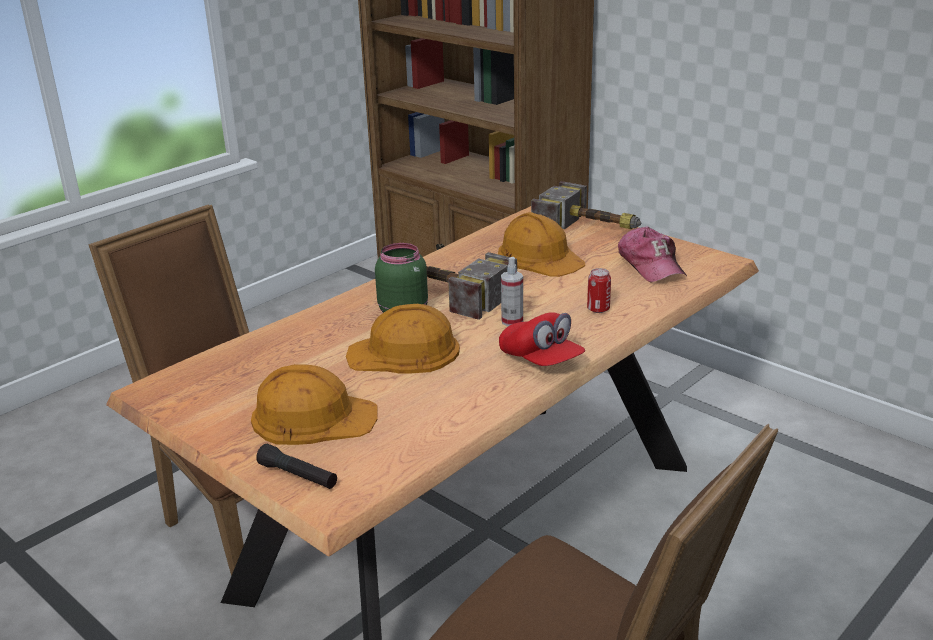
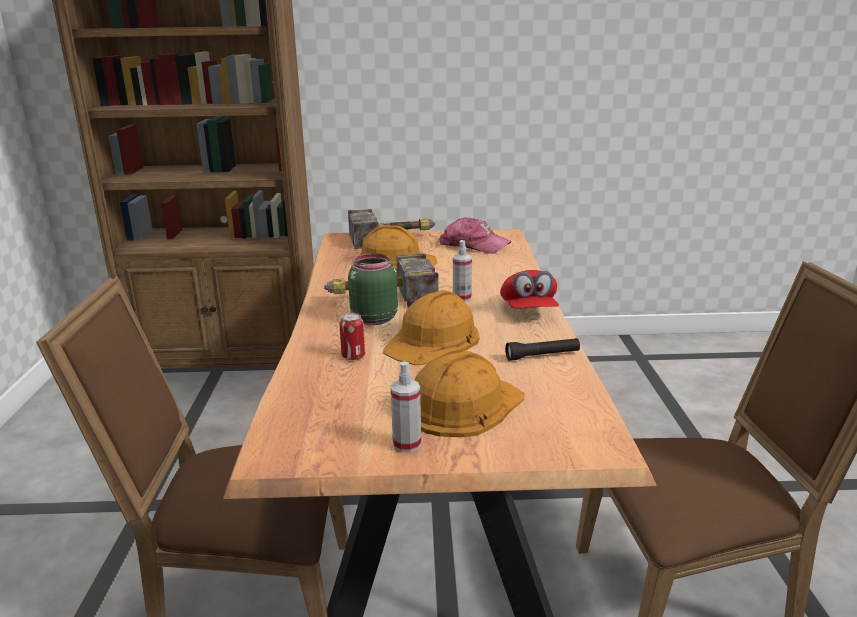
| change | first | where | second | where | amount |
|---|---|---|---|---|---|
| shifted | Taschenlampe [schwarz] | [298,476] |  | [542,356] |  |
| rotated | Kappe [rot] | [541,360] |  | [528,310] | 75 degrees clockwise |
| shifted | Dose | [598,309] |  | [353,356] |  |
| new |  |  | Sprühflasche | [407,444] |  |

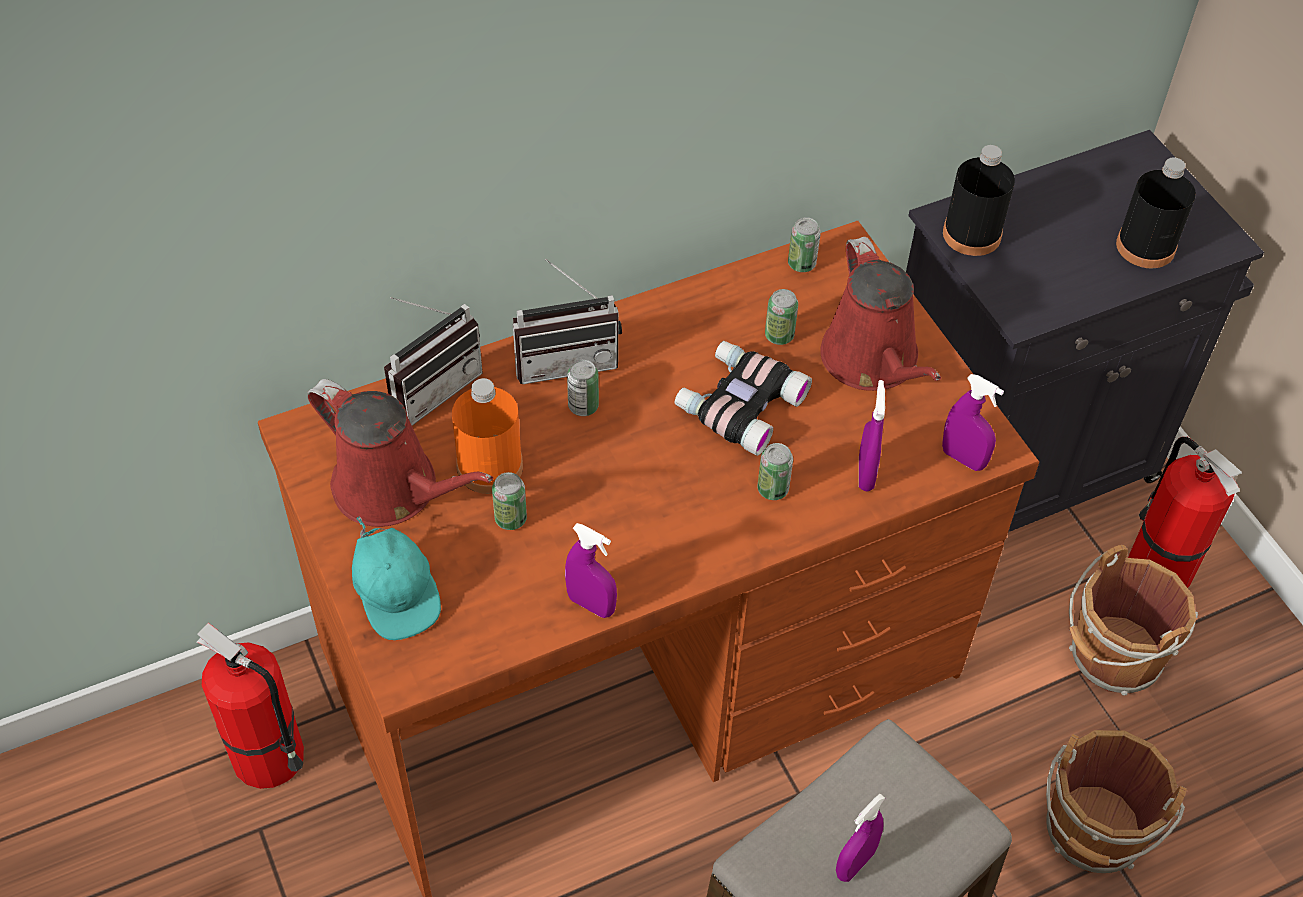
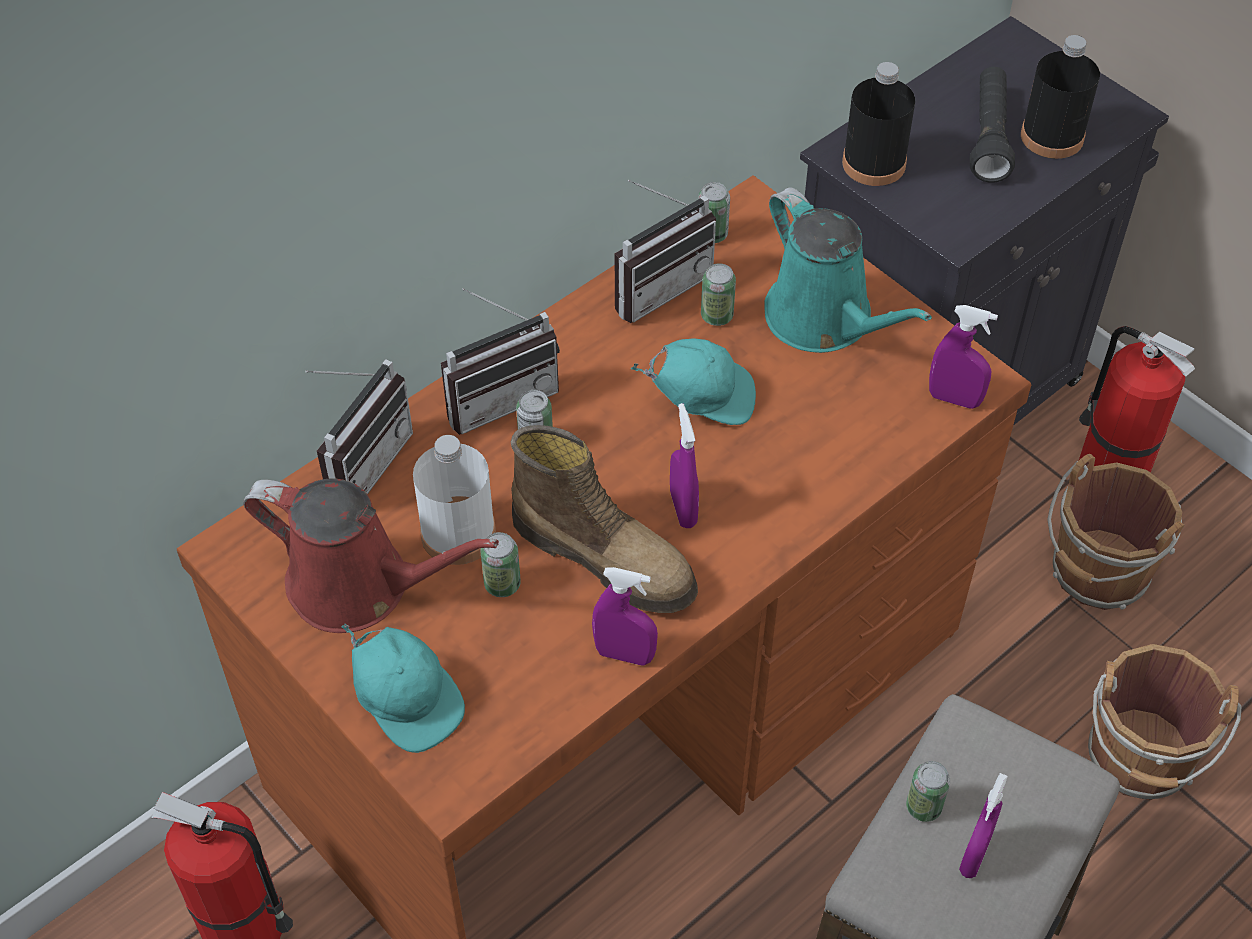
| change | first | where | second | where | amount |
|---|---|---|---|---|---|
| repainted | Flasche [orange] | [490,467] | Flasche [weiß] | [458,533] |  |
| swapped | Fernglas | [739,403] | Kappe [türkis] | [701,398] |  |
| shifted | Dose | [772,489] |  | [923,807] |  |
| repainted | Gießkanne [rot] | [873,362] | Gießkanne [türkis] | [825,320] |  |
| shifted | Sprühflasche [lila] | [865,474] |  | [683,509] |  |
| new |  |  | Stiefel | [606,556] |  |
| new |  |  | Radio | [656,285] |  |
| new |  |  | Taschenlampe [schwarz] | [989,137] |  |

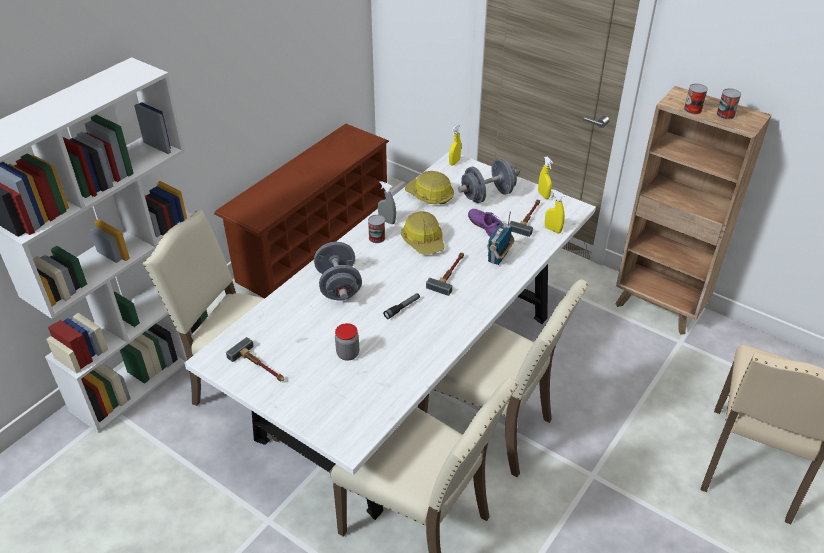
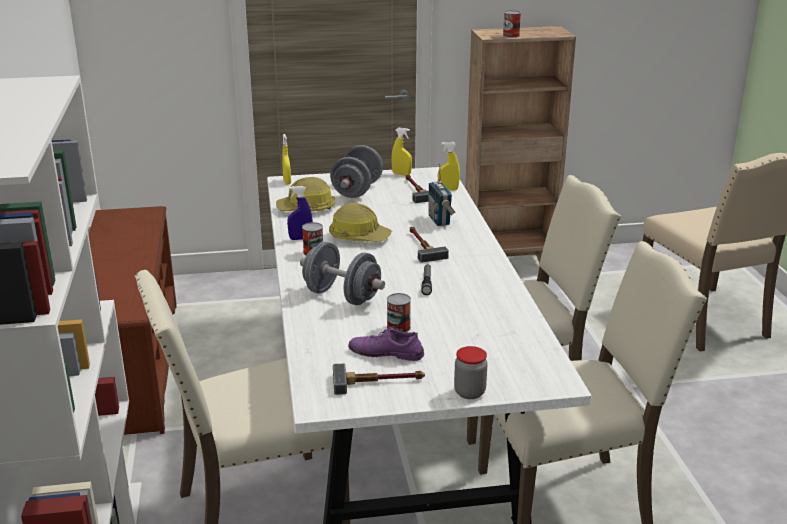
| change | first | where | second | where | amount |
|---|---|---|---|---|---|
| shifted | Vorratsglas | [348,354] |  | [469,392] |  |
| repainted | Sprühflasche [grau] | [387,221] | Sprühflasche [blau] | [300,238] |  |
| shifted | Schuh [lila] | [485,226] |  | [386,352] |  |
| shifted | Dose | [725,115] |  | [398,327] |  |

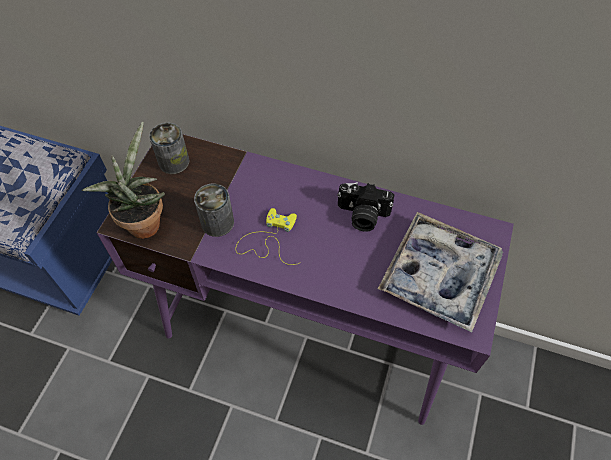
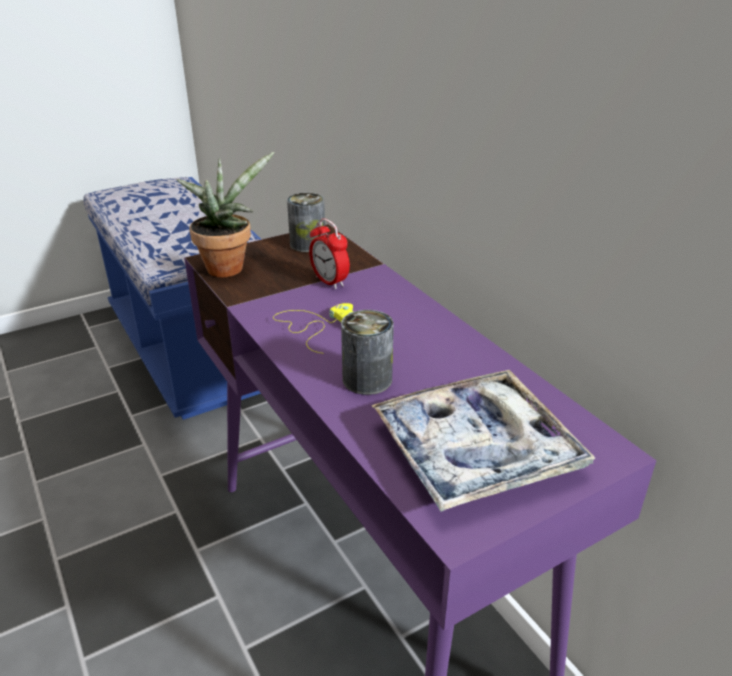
| change | first | where | second | where | amount |
|---|---|---|---|---|---|
| shifted | Dose | [217,222] |  | [367,379] |  |
| gone | Kamera | [362,216] |  |  |  |
| new |  |  | Wecker | [329,281] |  |

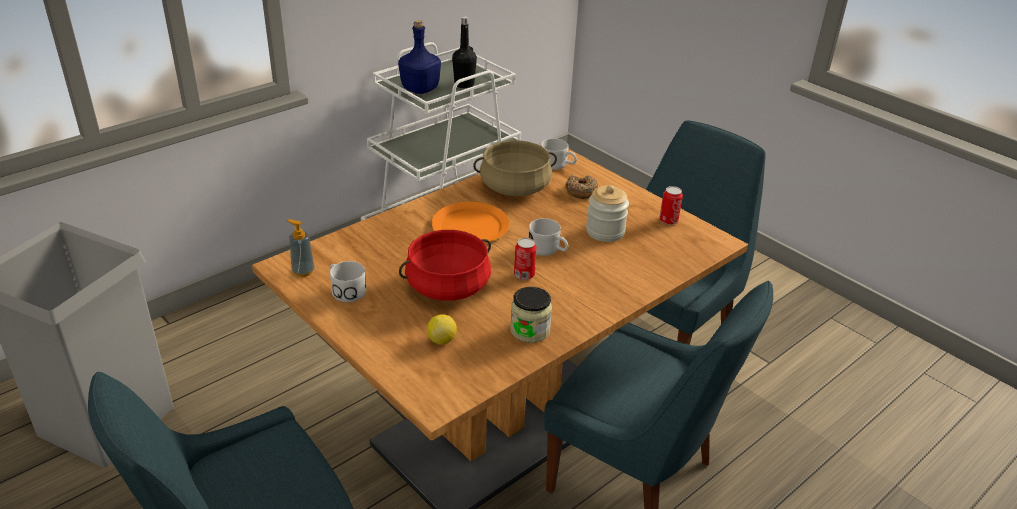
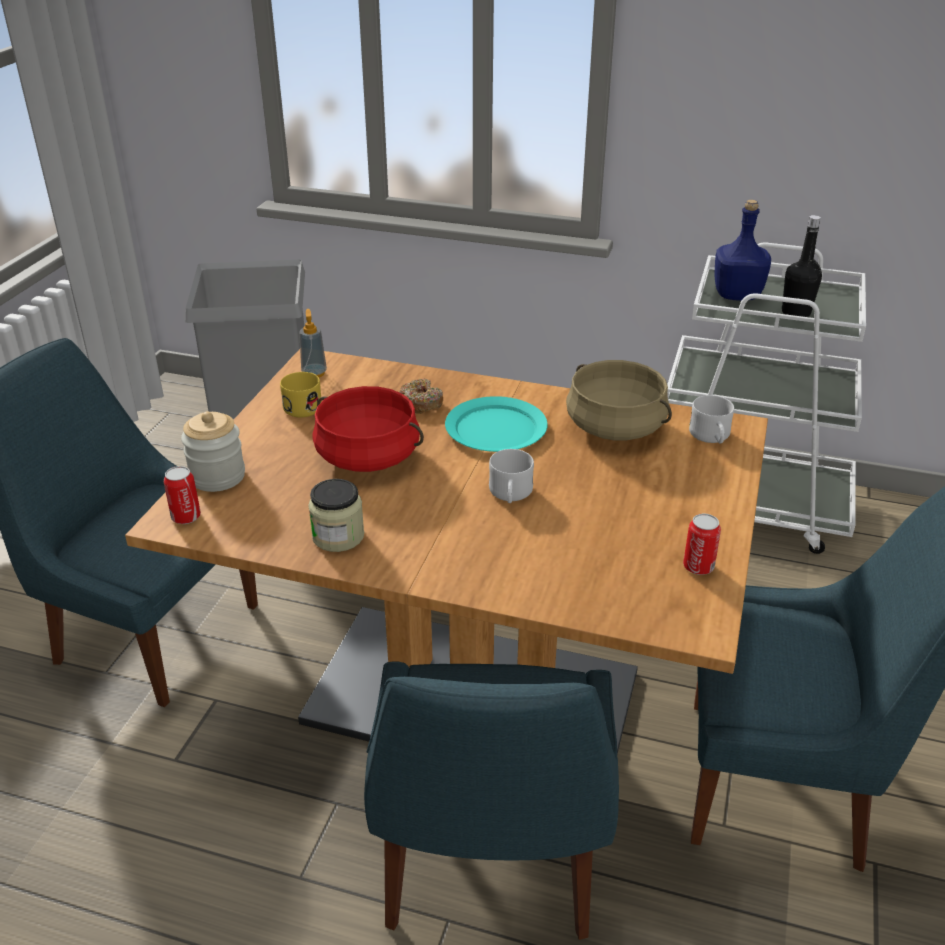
| change | first | where | second | where | amount |
|---|---|---|---|---|---|
| repainted | Henkelbecher [weiß] | [345,290] | Henkelbecher [gelb] | [305,405] |  |
| gone | Zitrone | [442,340] |  |  |  |
| repainted | Teller [orange] | [469,227] | Teller [türkis] | [495,428] |  |
| shifted | Dose | [524,275] |  | [186,517] |  |
| shifted | Donut | [581,191] |  | [420,403] |  |
| shifted | Vorratsglas | [605,232] |  | [217,476] |  |

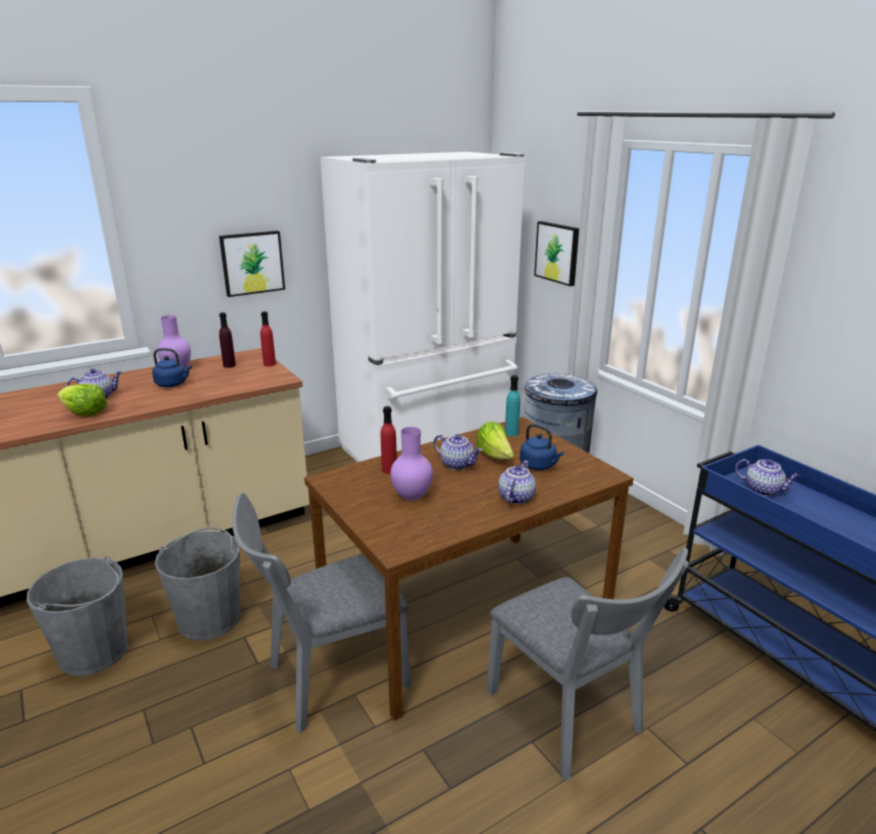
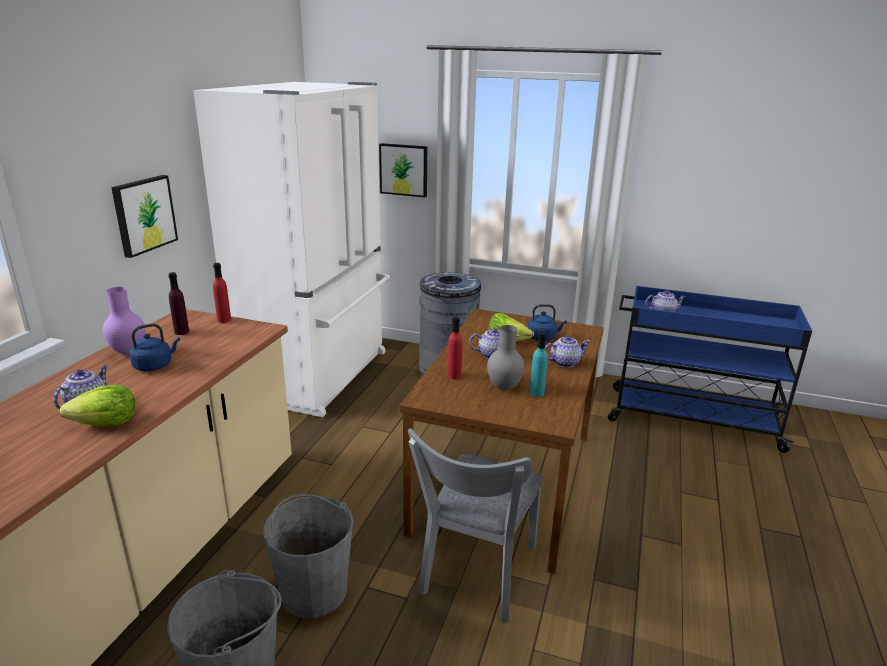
| change | first | where | second | where | amount |
|---|---|---|---|---|---|
| repainted | Vase [lila] | [412,496] | Vase [grau] | [504,387] |  |
| gone | Stuhl [grau] | [570,719] |  |  |  |
| rotated | Teekanne | [515,497] |  | [565,362] | 90 degrees clockwise |
| shifted | Flasche [türkis] | [511,433] |  | [536,393] |  |

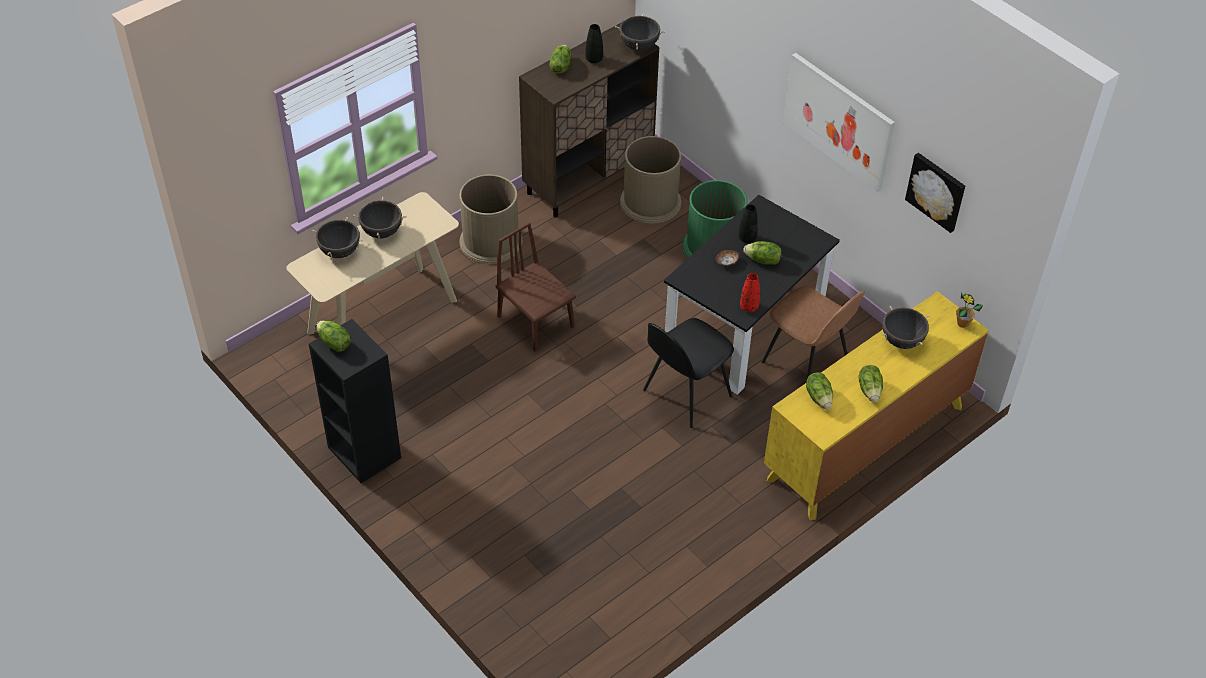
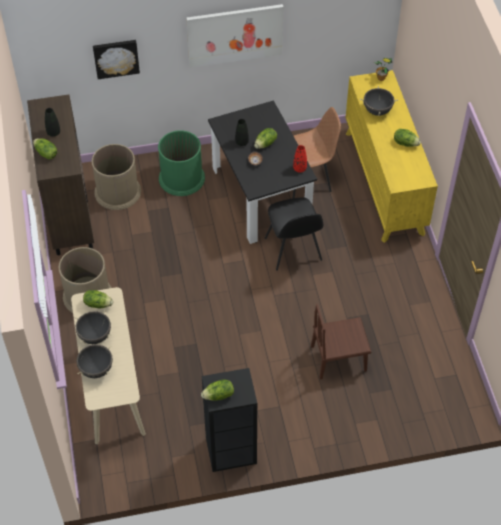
| change | first | where | second | where | amount |
|---|---|---|---|---|---|
| shifted | Stuhl [braun] | [535,322] |  | [338,358] |  |
| gone | Kochtopf [schwarz] | [639,46] |  |  |  |
| shifted | Salatkopf | [819,397] |  | [98,304] |  |
| shifted | Bild | [936,191] |  | [116,58] |  |

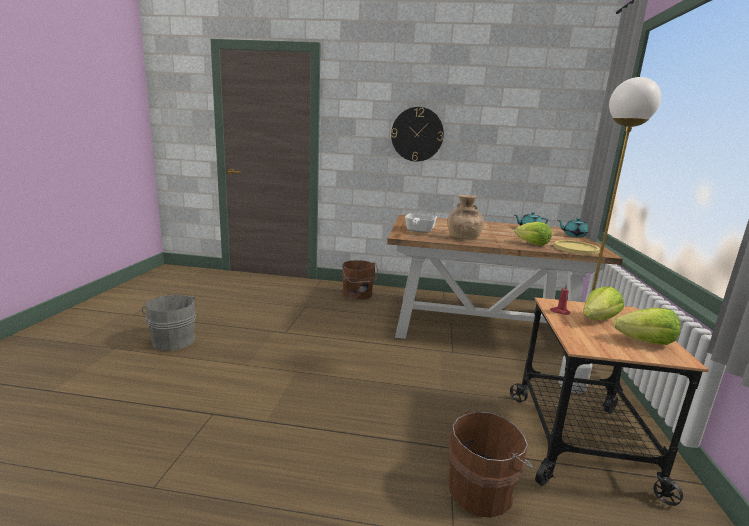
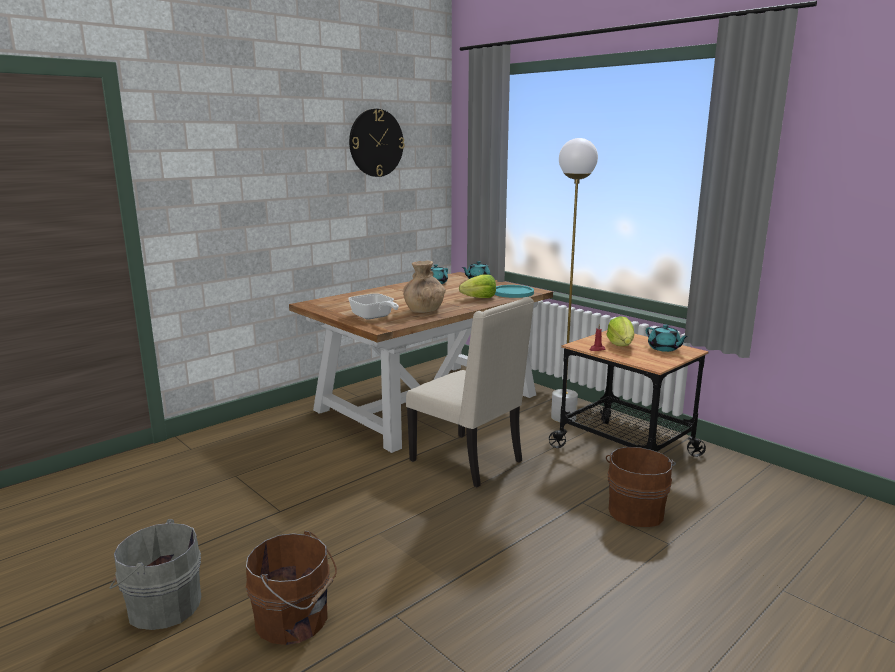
| change | first | where | second | where | amount |
|---|---|---|---|---|---|
| shifted | Eimer [braun] | [357,294] |  | [295,620] |  |
| shifted | Wanduhr | [417,134] |  | [376,143] |  |
| repainted | Teller [gelb] | [576,249] | Teller [türkis] | [513,292] |  |
| swapped | Salatkopf | [645,342] | Teekanne [türkis] | [664,348] |  |
| new |  |  | Stuhl [beige] | [469,461] |  |

